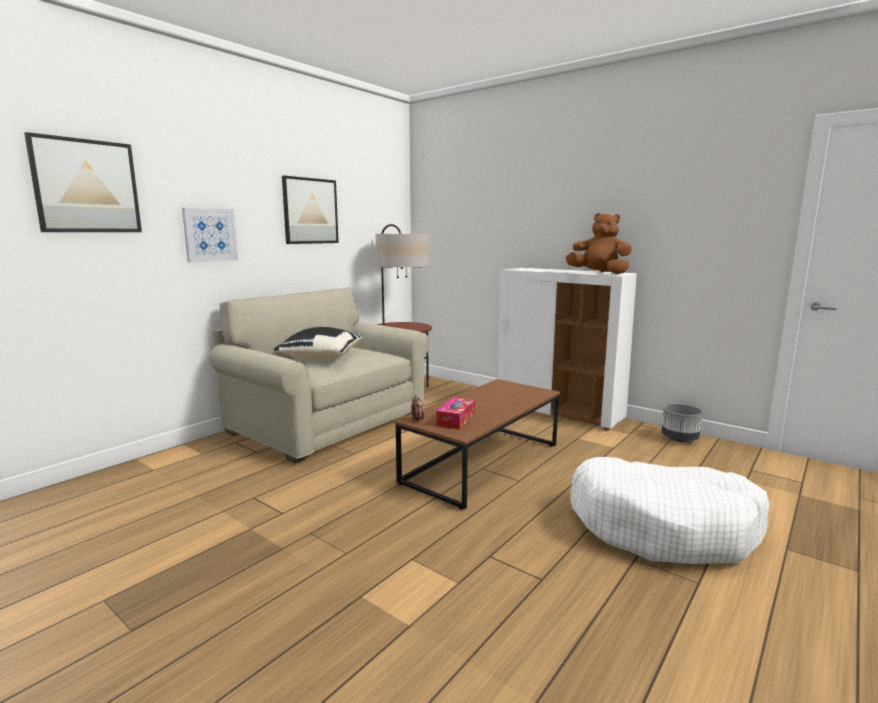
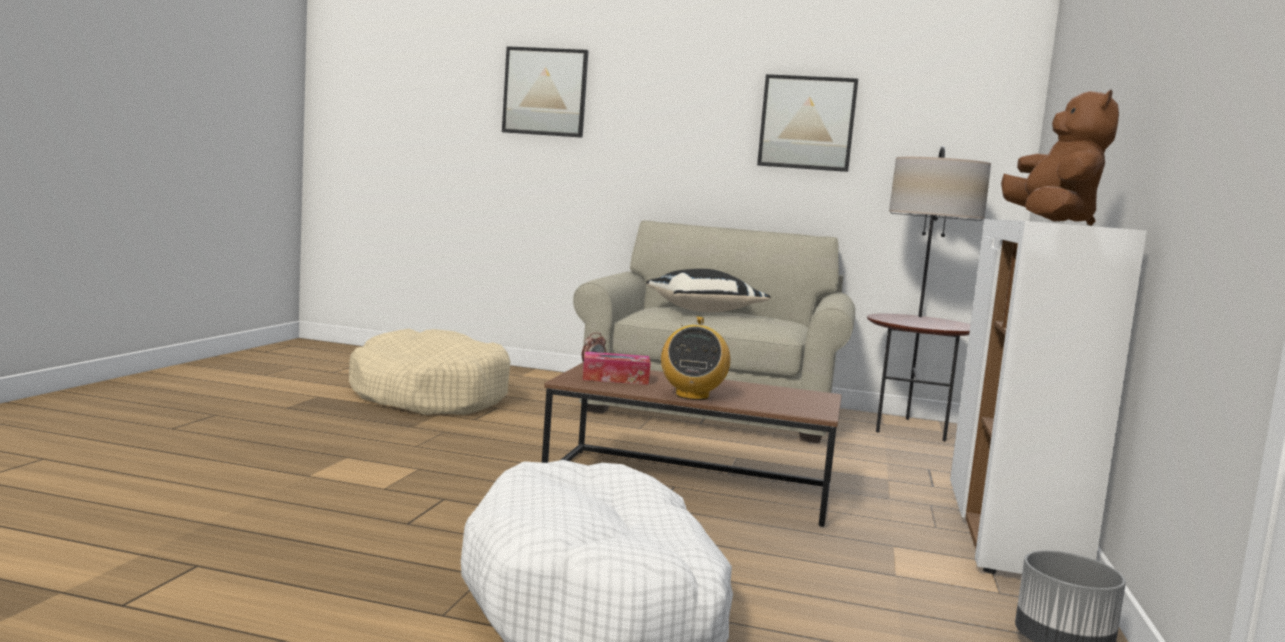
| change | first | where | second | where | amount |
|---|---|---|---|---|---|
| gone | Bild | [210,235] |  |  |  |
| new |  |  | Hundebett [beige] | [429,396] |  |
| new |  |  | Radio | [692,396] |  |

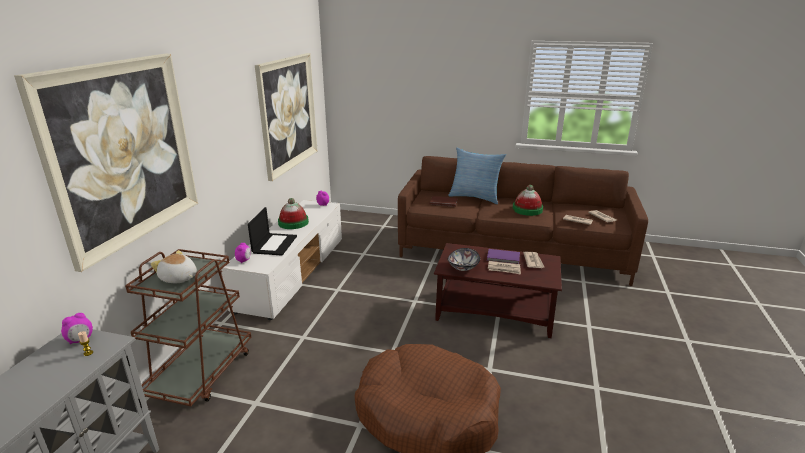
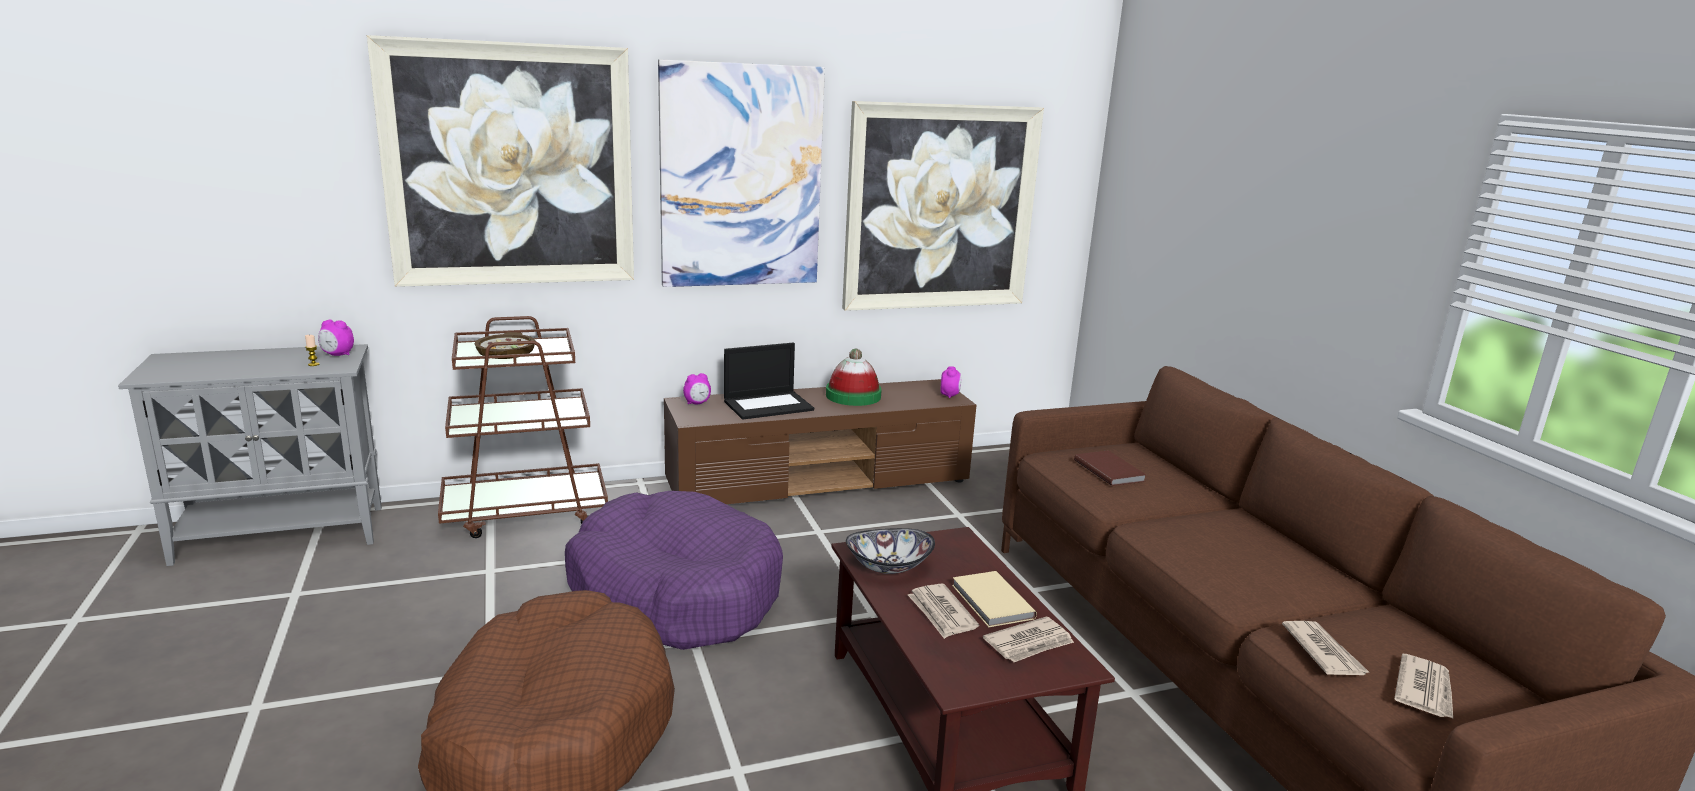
| change | first | where | second | where | amount |
|---|---|---|---|---|---|
| swapped | Plüschtier | [178,278] | Schüssel | [505,352] |  |
| repainted | Fernsehschrank [weiß] | [292,273] | Fernsehschrank [braun] | [820,481] |  |
| gone | Kissen | [475,197] |  |  |  |
| repainted | Buch [lila] | [503,258] | Buch [beige] | [991,602] |  |
| gone | Hut | [527,209] |  |  |  |
| new |  |  | Hundebett [lila] | [675,593] |  |
| new |  |  | Bild | [741,177] |  |

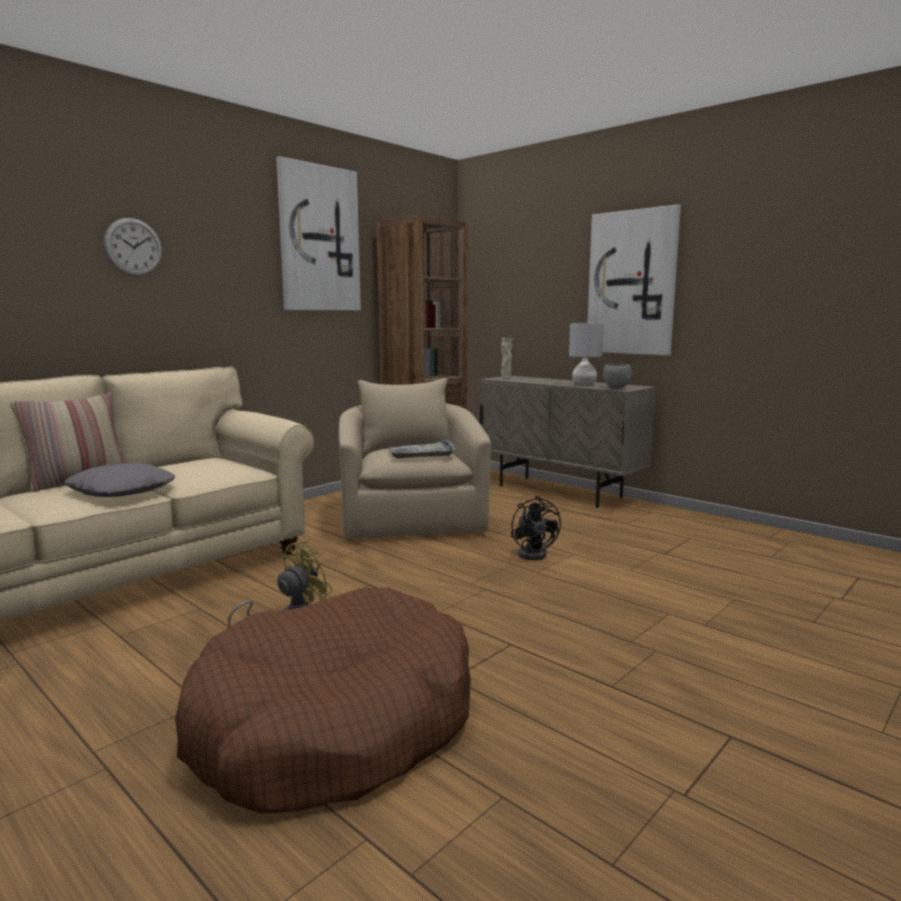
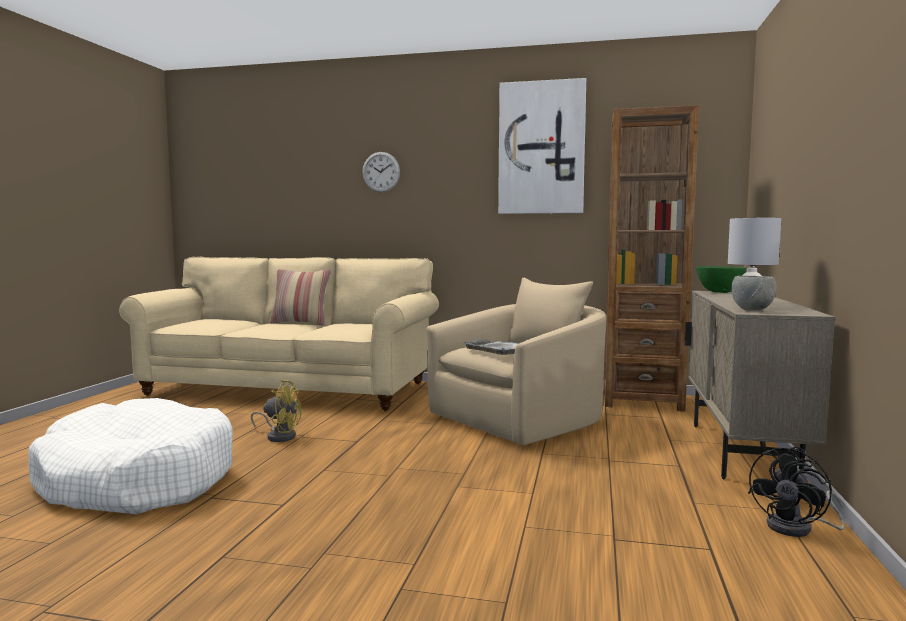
| change | first | where | second | where | amount |
|---|---|---|---|---|---|
| gone | Kissen [grau] | [122,490] |  |  |  |
| repainted | Hundebett [braun] | [334,724] | Hundebett [weiß] | [137,480] |  |
| swapped | Vase [beige] | [505,378] | Schüssel [grün] | [719,292] |  |
| shifted | Ventilator [schwarz] | [535,553] |  | [798,528] |  |
| gone | Bild | [632,283] |  |  |  |

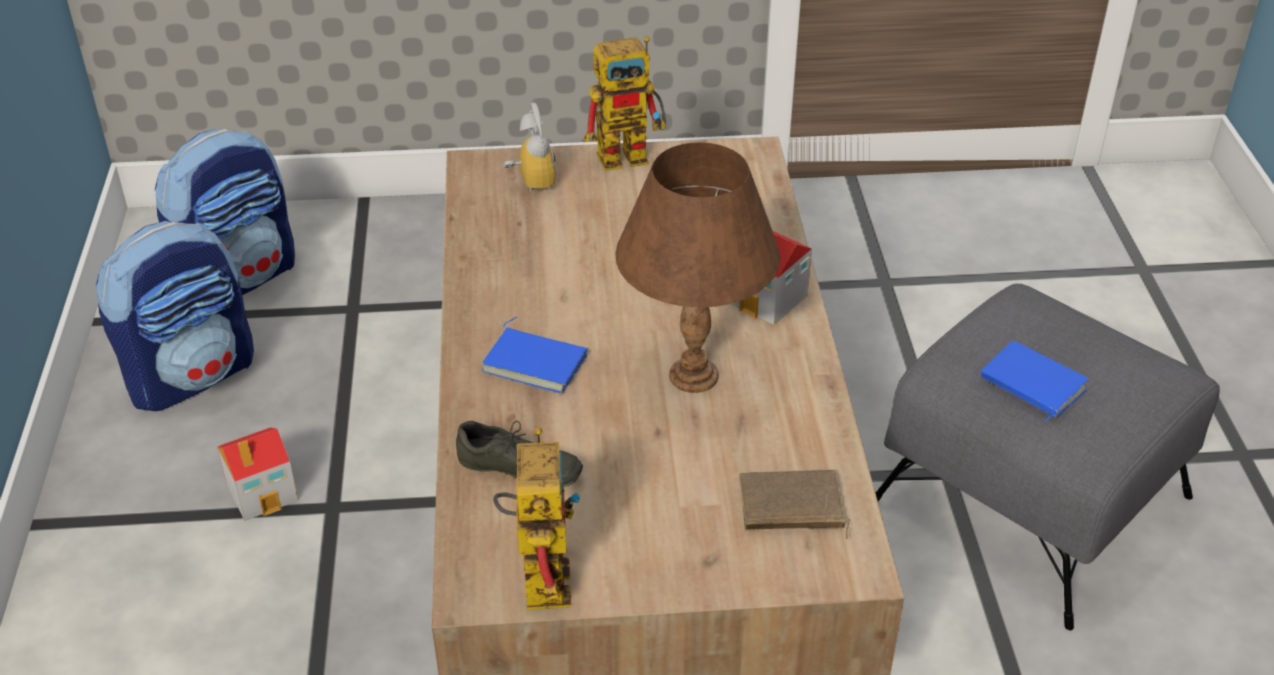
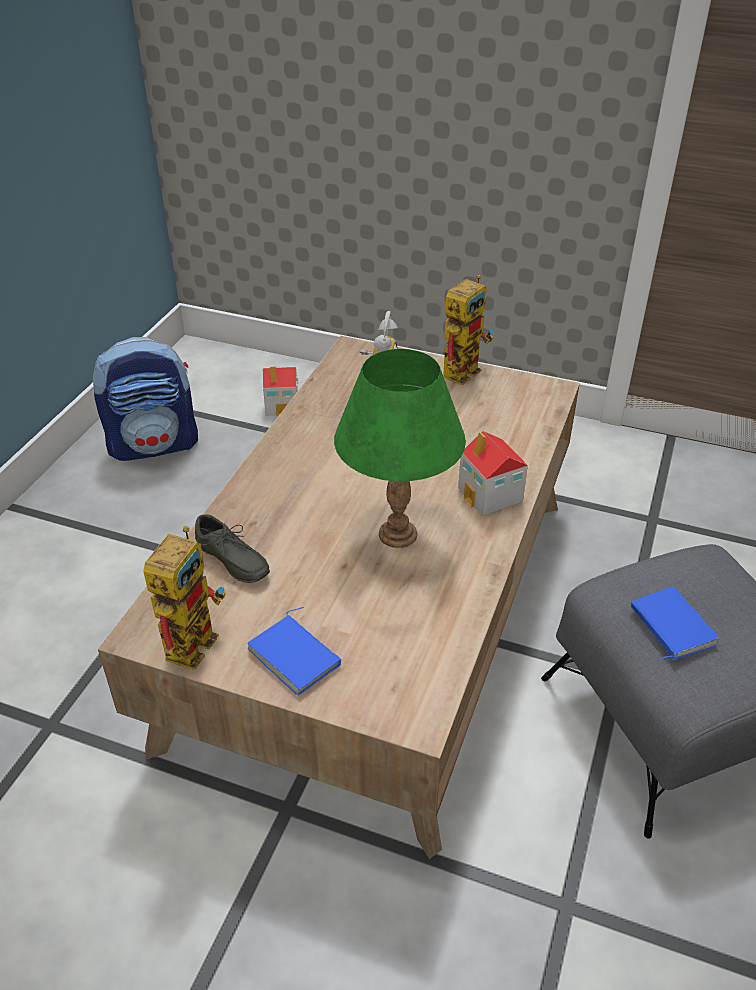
| change | first | where | second | where | amount |
|---|---|---|---|---|---|
| gone | Rucksack | [240,277] |  |  |  |
| shifted | Spielzeughaus | [263,492] |  | [282,405] |  |
| shifted | Buch [blau] | [536,362] |  | [296,656] |  |
| rotated | Spielzeugroboter | [632,154] |  | [463,368] | 60 degrees counterclockwise |
| repainted | Tischlampe [braun] | [692,375] | Tischlampe [grün] | [397,533] |  |
| gone | Buch [braun] | [791,508] |  |  |  |

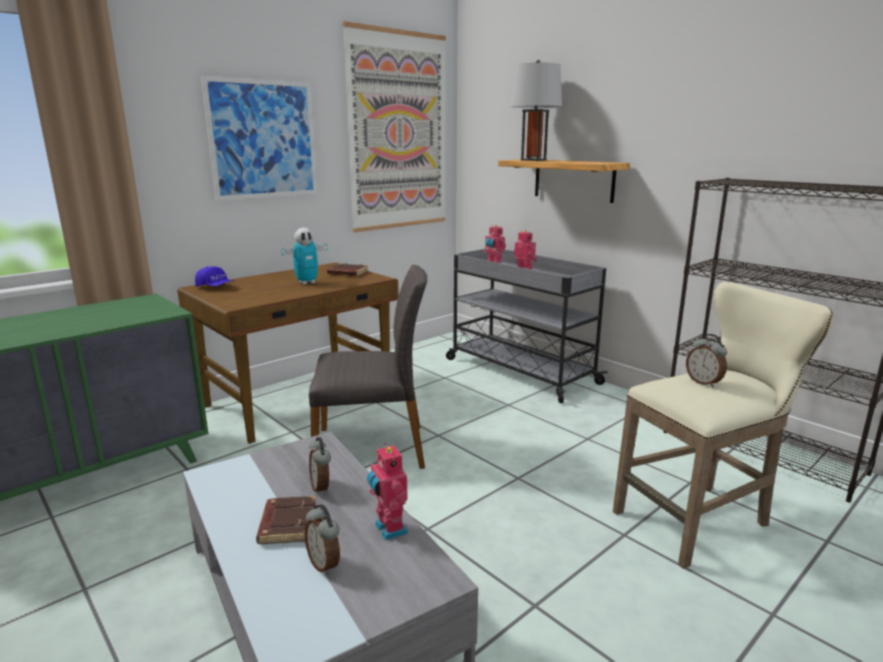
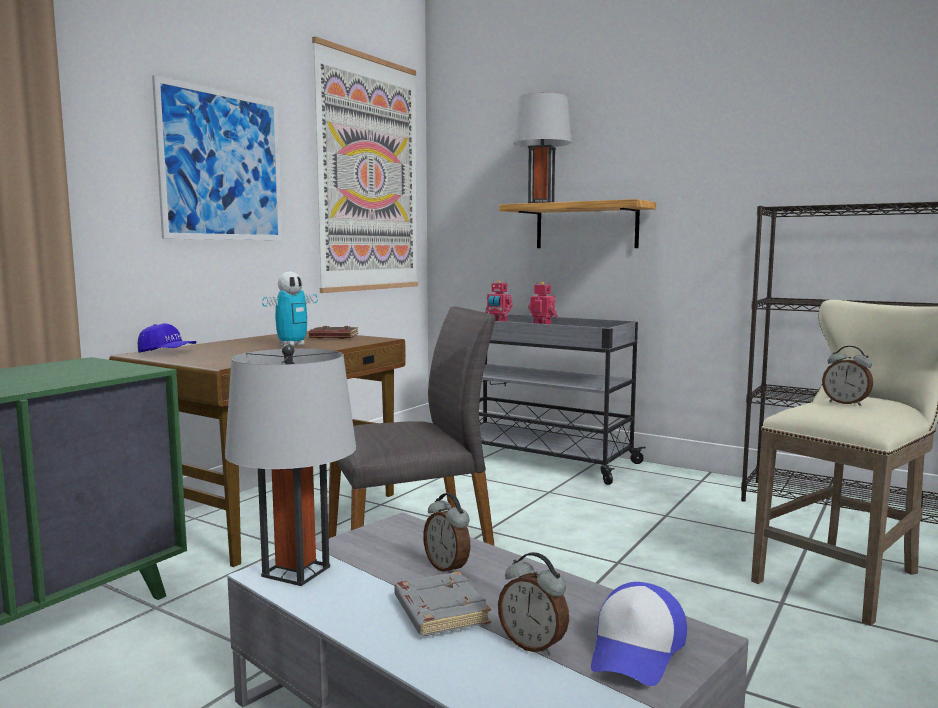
| change | first | where | second | where | amount |
|---|---|---|---|---|---|
| repainted | Buch [braun] | [287,524] | Buch [grau] | [439,611] |  |
| gone | Spielzeugroboter | [389,529] |  |  |  |
| new |  |  | Tischlampe [grau] | [296,571] |  |
| new |  |  | Kappe | [637,650] |  |

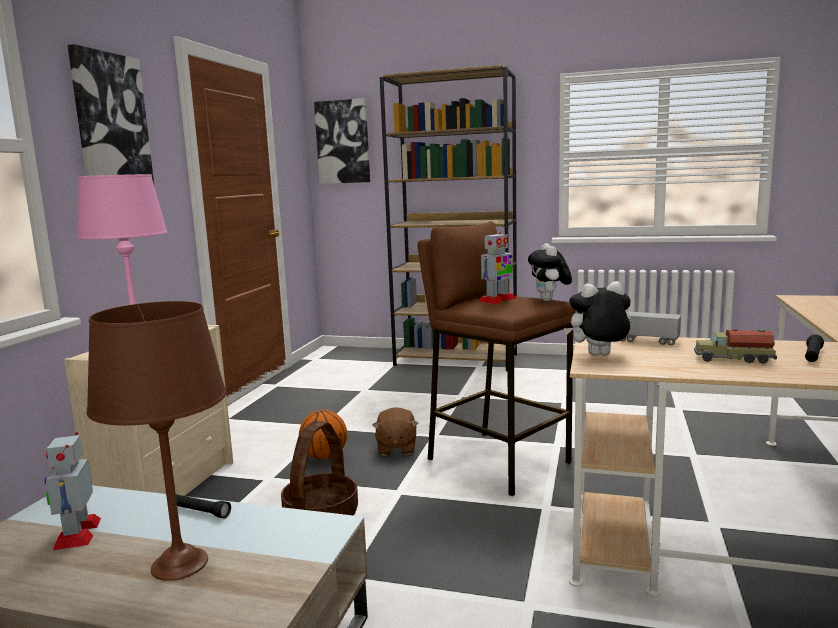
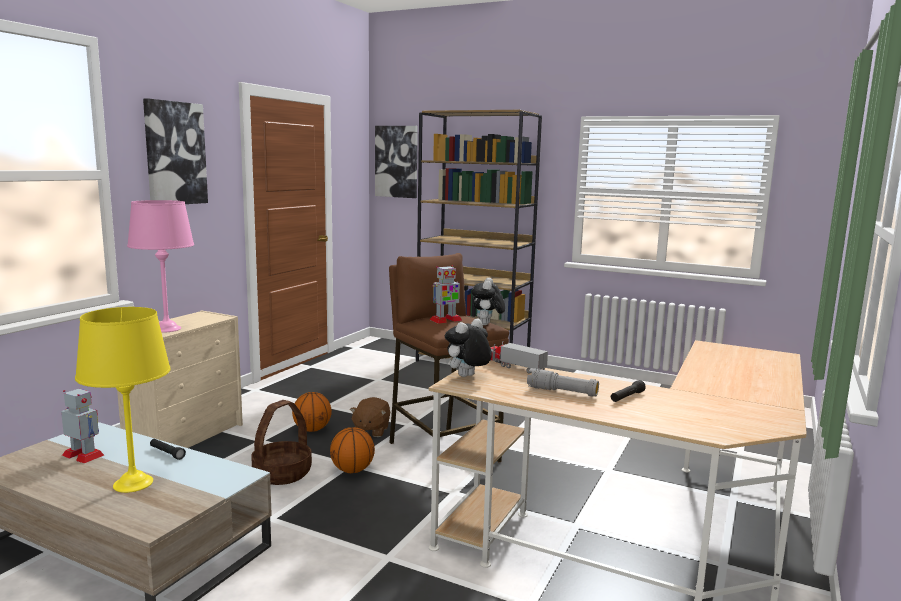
| change | first | where | second | where | amount |
|---|---|---|---|---|---|
| rotated | Spielzeugroboter | [77,533] |  | [83,455] | 120 degrees clockwise |
| repainted | Tischlampe [braun] | [178,564] | Tischlampe [gelb] | [132,483] |  |
| rotated | Plüschtier | [599,356] |  | [467,377] | 45 degrees counterclockwise |
| swapped | Spielzeuglaster | [733,359] | Taschenlampe [grau] | [562,392] |  |
| new |  |  | Basketball | [352,470] |  |

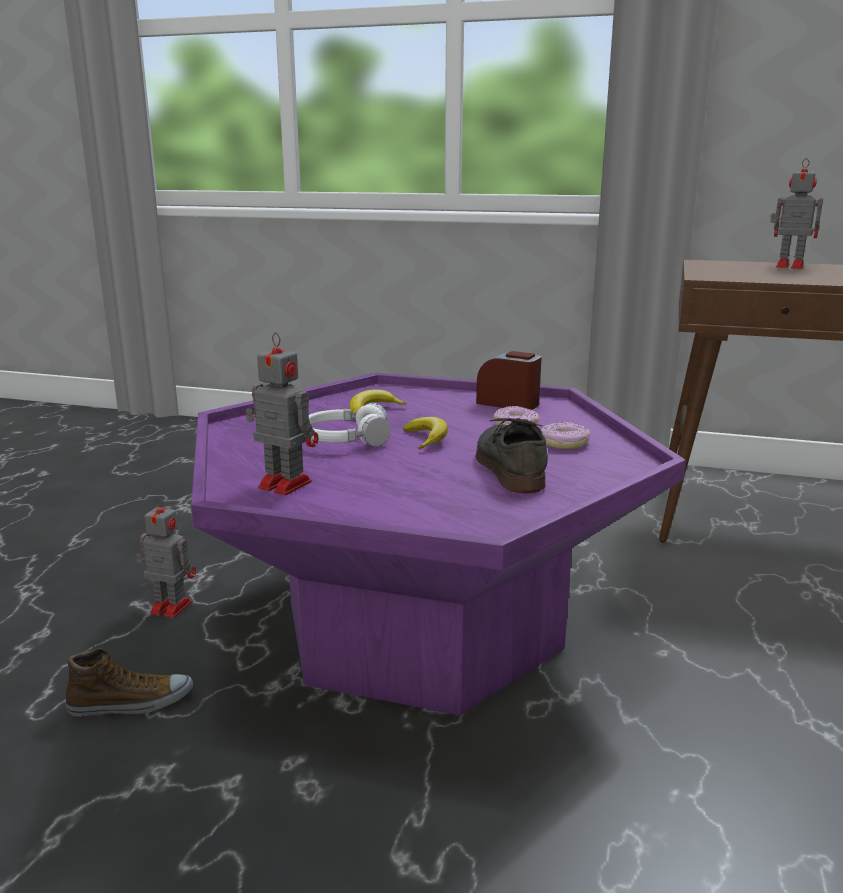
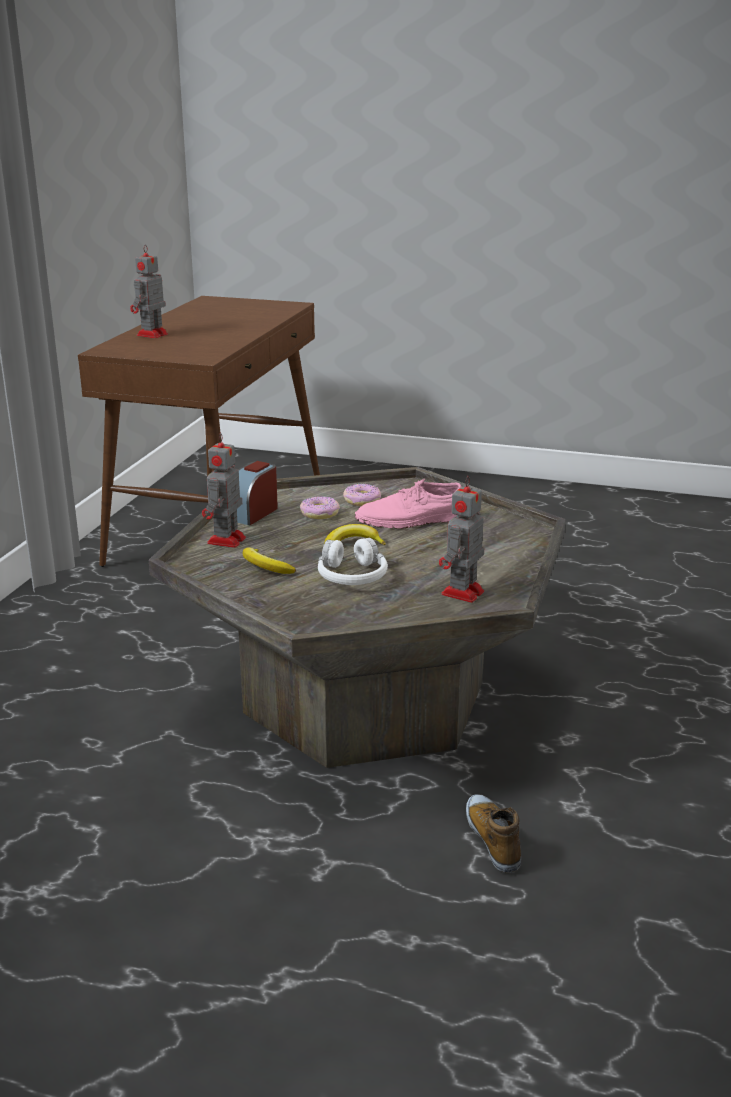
| change | first | where | second | where | amount |
|---|---|---|---|---|---|
| shifted | Spielzeugroboter | [169,607] |  | [225,541] |  |
| repainted | Couchtisch [lila] | [421,626] | Couchtisch [grau] | [367,697] |  |
| repainted | Schuh [grau] | [508,465] | Schuh [rosa] | [412,520] |  |

